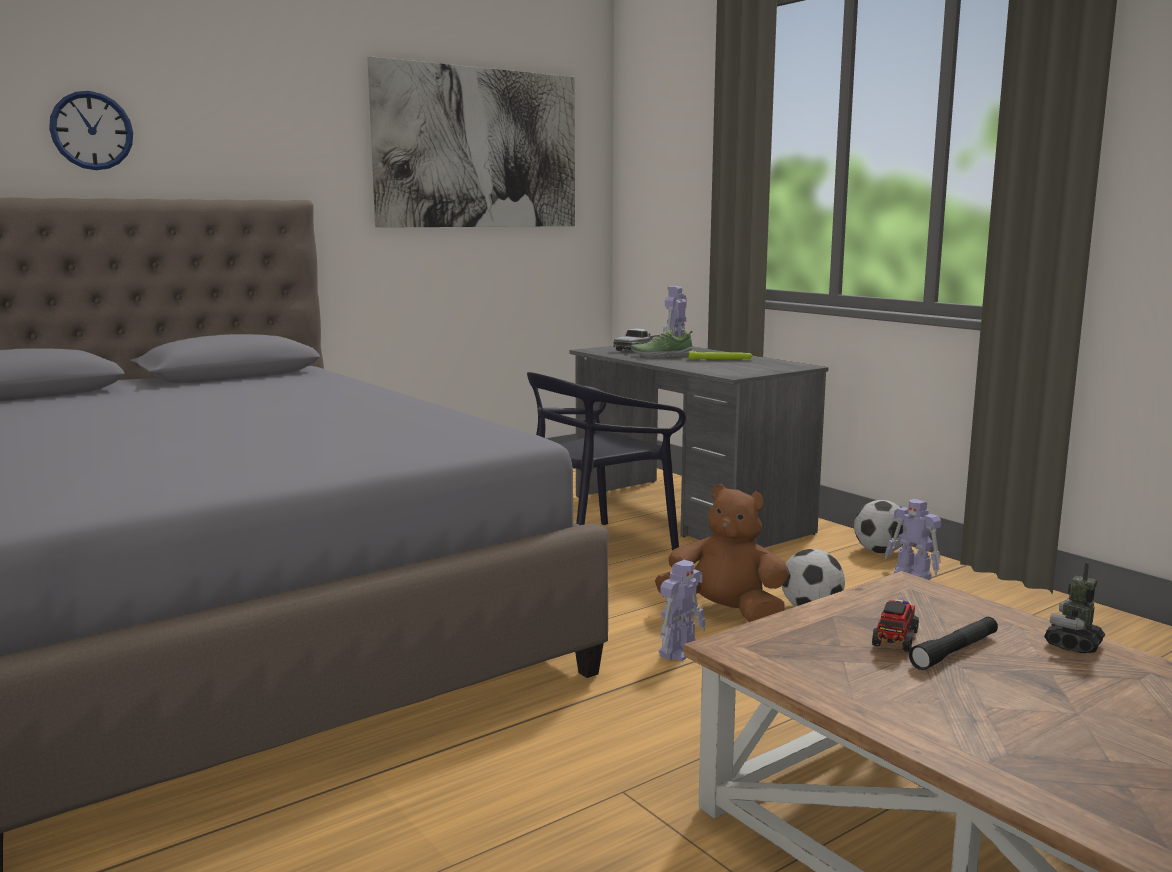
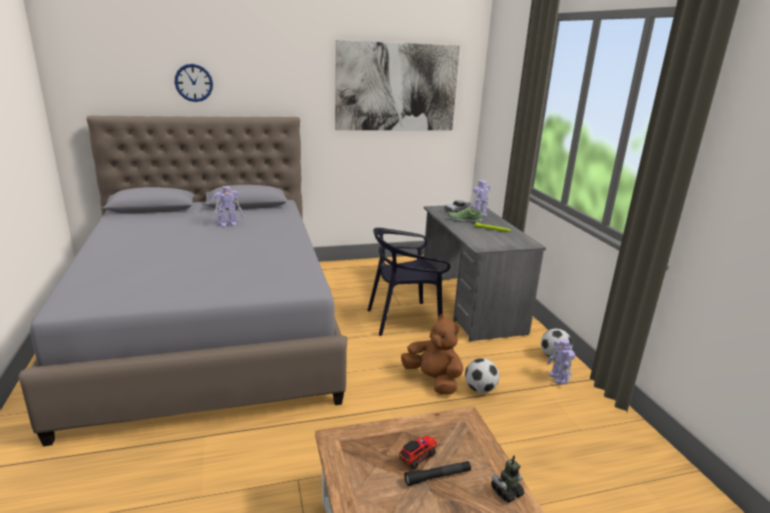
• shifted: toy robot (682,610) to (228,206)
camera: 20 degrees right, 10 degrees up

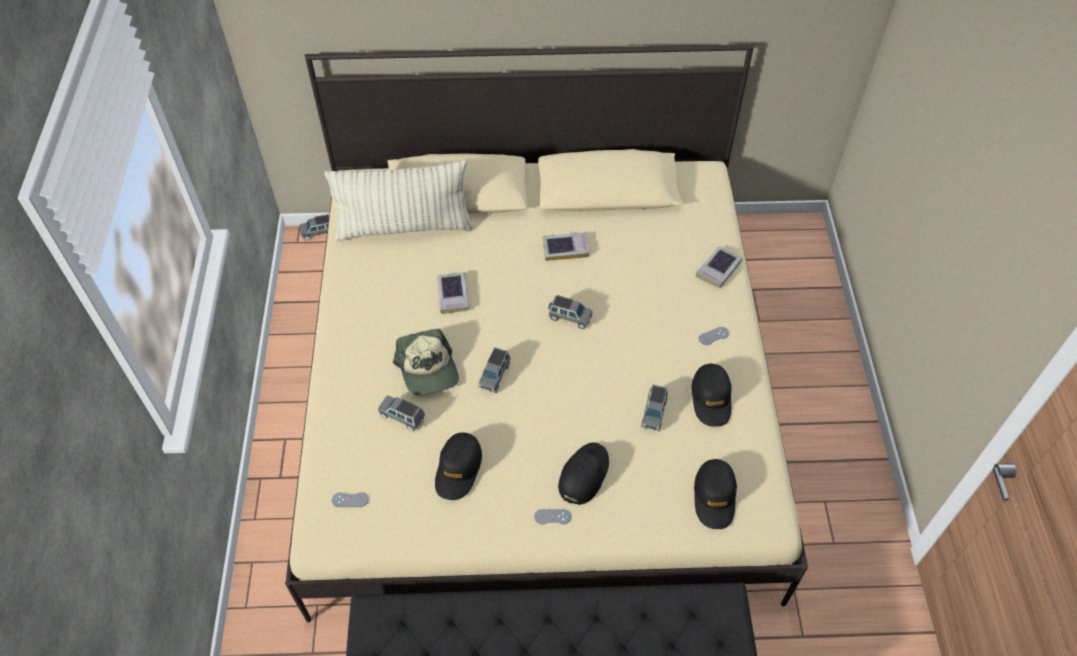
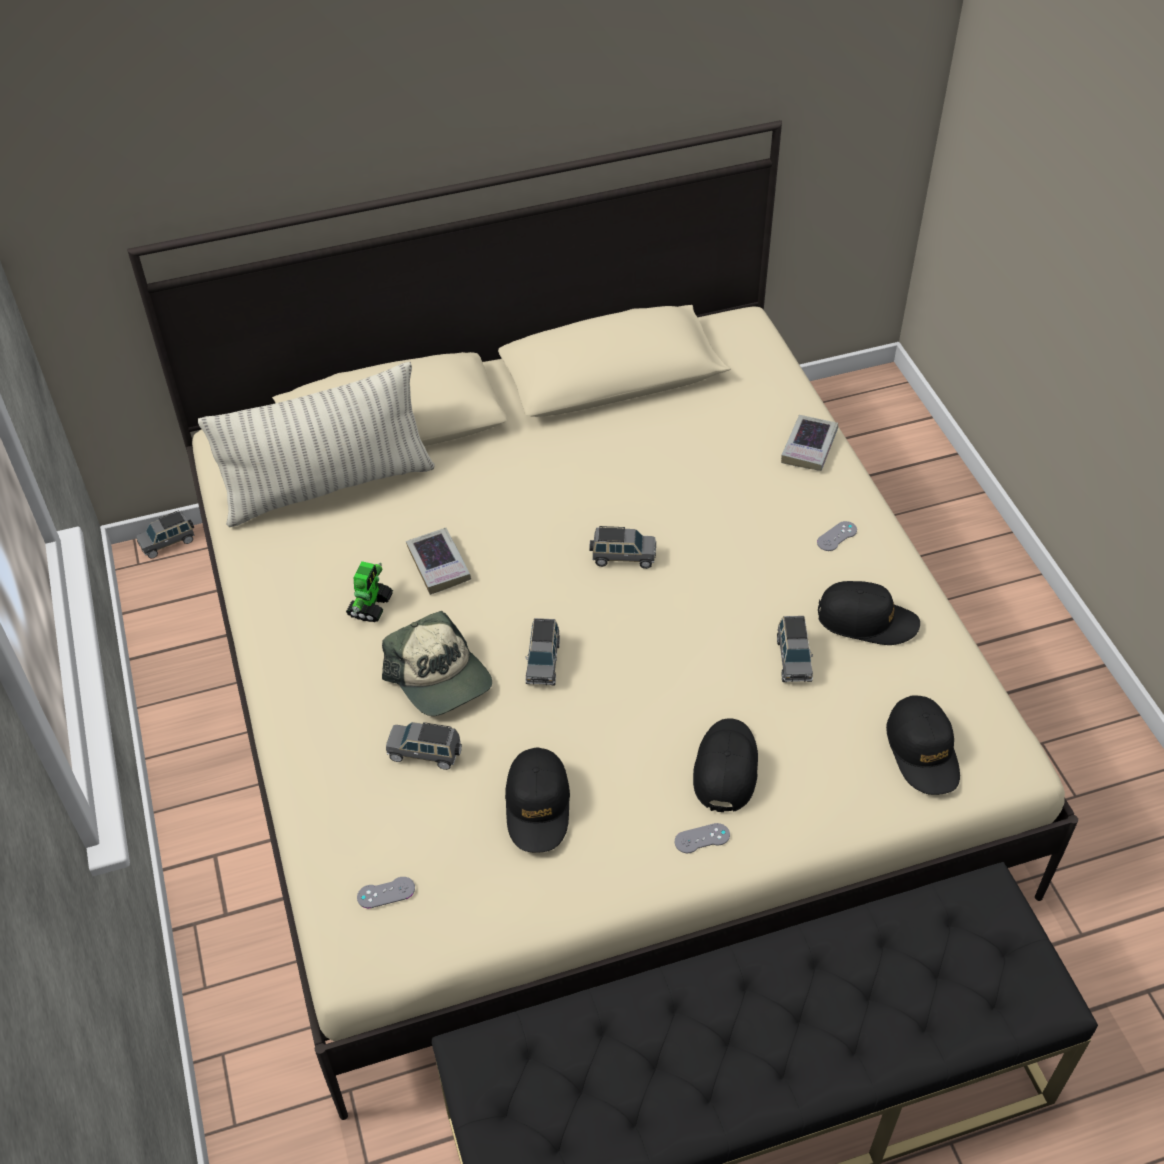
• new: toy robot (369,591)
• rotated: cap (black) (712,395) = (869,613) 60 degrees counterclockwise
• gone: book (566,246)
camera: 15 degrees left, 5 degrees down

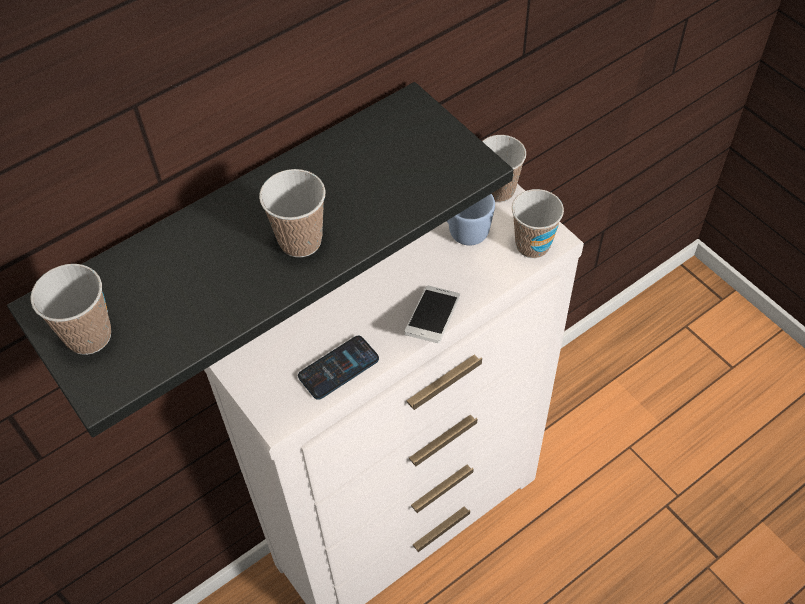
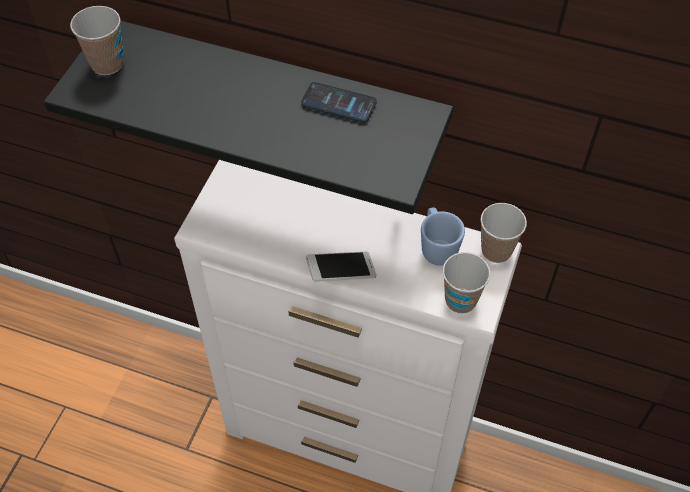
• shifted: phone (338,368) to (339,102)
• gone: cup (292,213)
camera: 55 degrees right, 0 degrees up

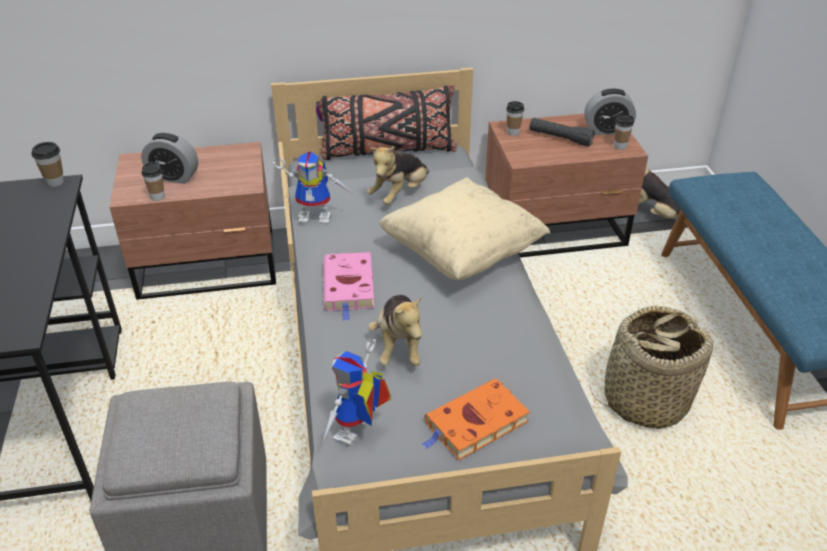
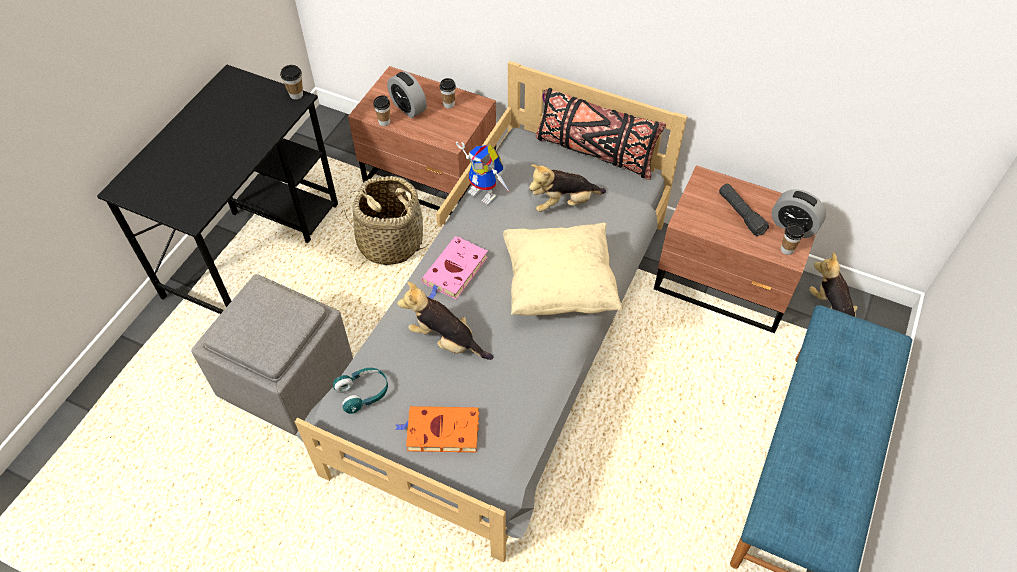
• swapped: toy robot (356,393) to headphones (turquoise) (360,391)
• shifted: basket (651,367) to (386,220)
• rotated: plush toy (395,330) = (445,321) 90 degrees clockwise
• shifted: cup (515,118) to (448,93)
camera: 35 degrees right, 15 degrees up

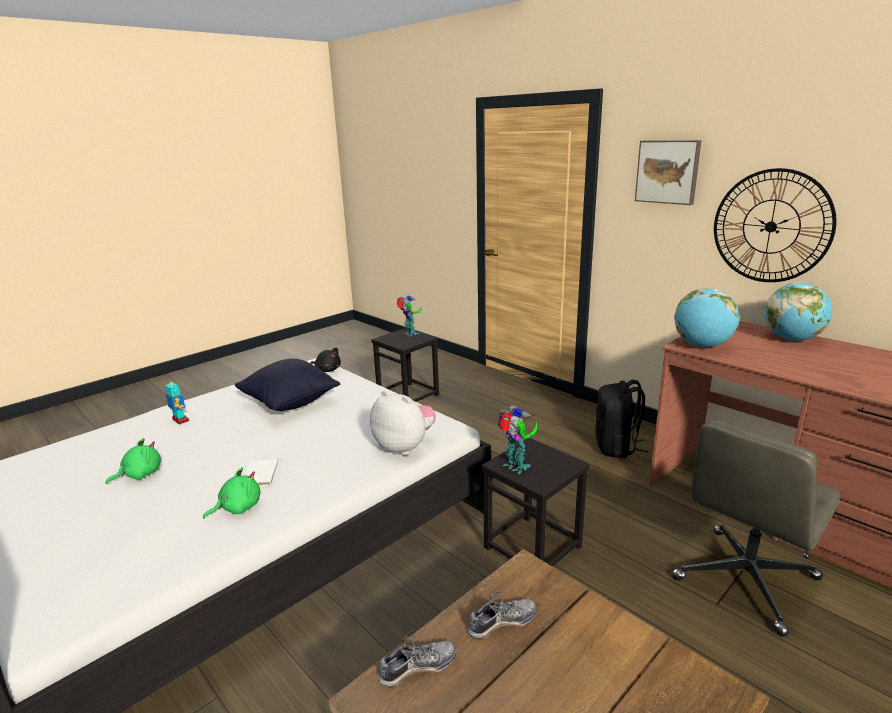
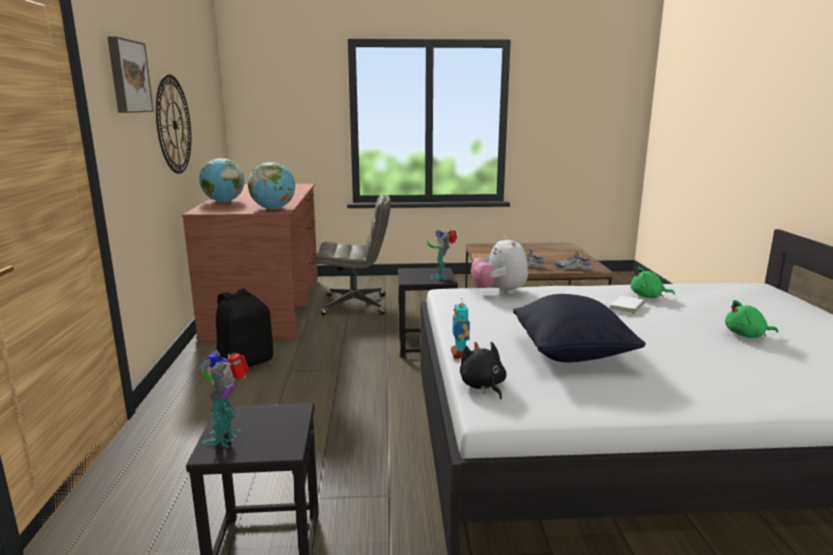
• shifted: toy robot (177,401) to (460,328)
camera: 140 degrees left, 5 degrees down

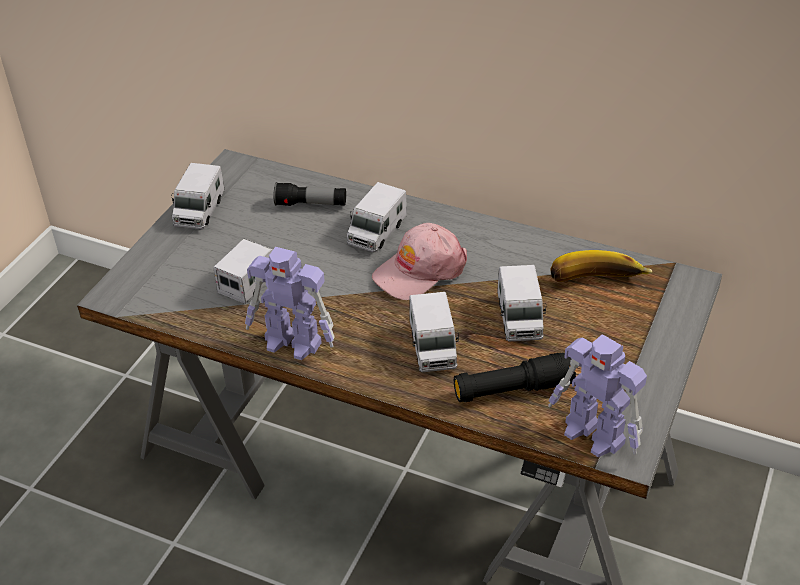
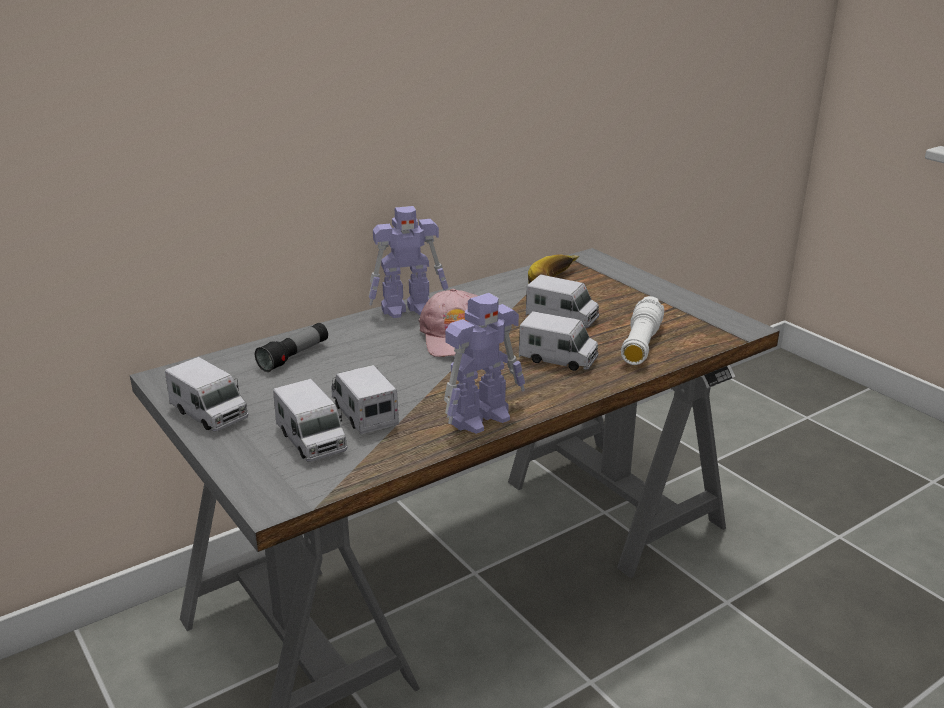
• shifted: toy truck (377,217) to (310,420)
• shifted: toy robot (597,395) to (408,262)
• repainted: flashlight (black) (515,377) to flashlight (white) (642,330)
camera: 60 degrees left, 15 degrees down

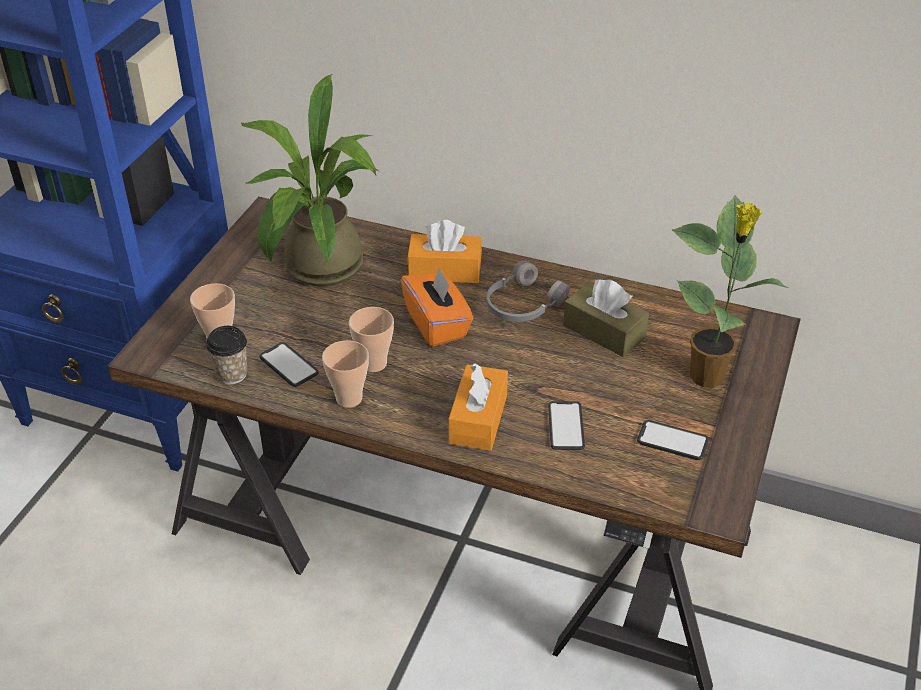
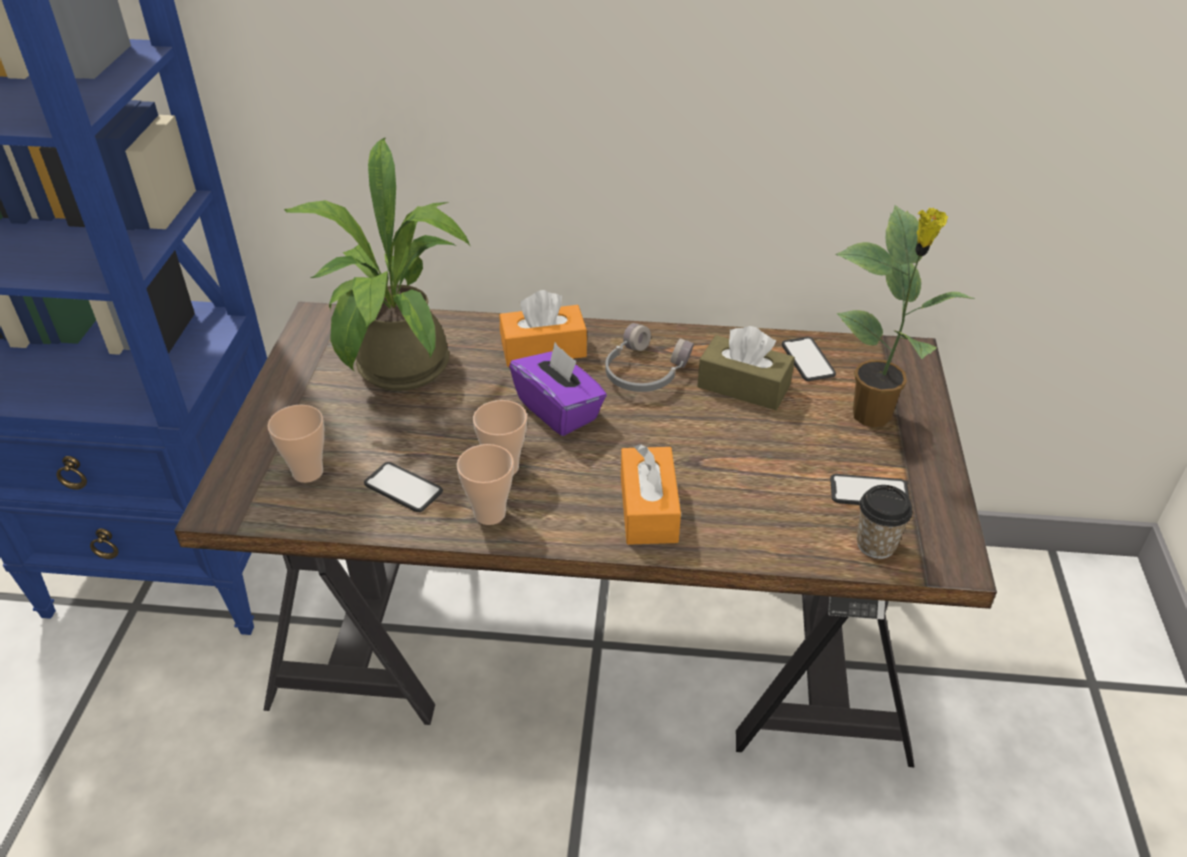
• repainted: tissue box (orange) (437,307) to tissue box (purple) (558,389)
• shifted: phone (566,425) to (809,359)
• shifted: cup (226,355) to (885,522)
camera: 15 degrees left, 0 degrees up

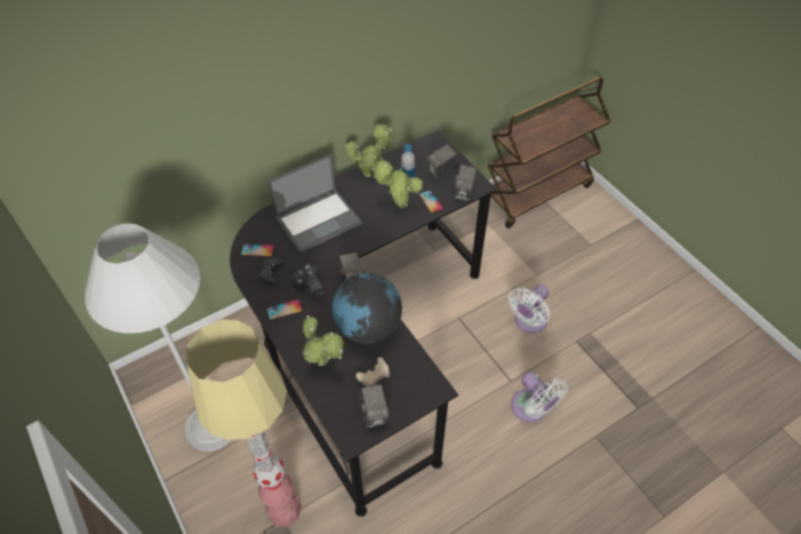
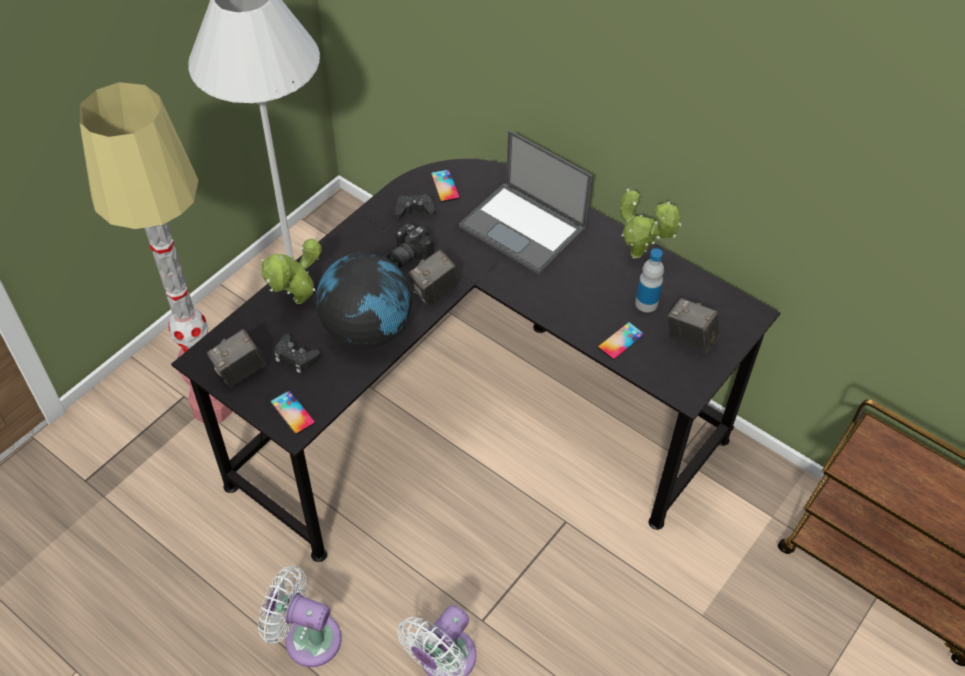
• shifted: fan (white) (529,308) to (300,616)
• shifted: phone (284,309) to (292,412)
• repainted: game controller (beige) (373,372) to game controller (black) (297,353)
• gone: potted plant (397,183)
• gone: photo camera (465,183)
camera: 70 degrees right, 0 degrees up

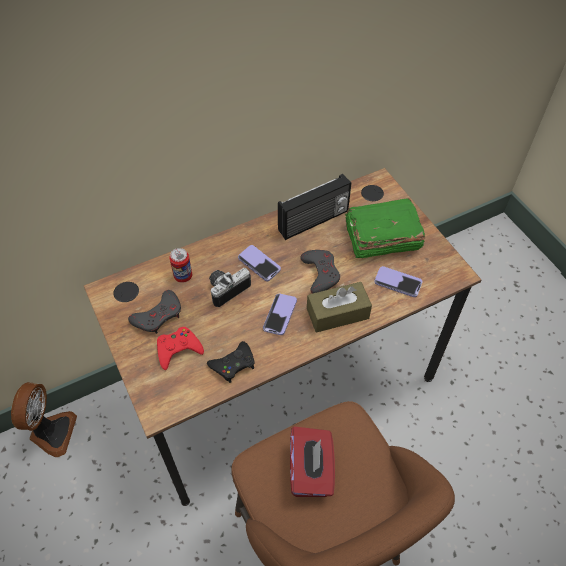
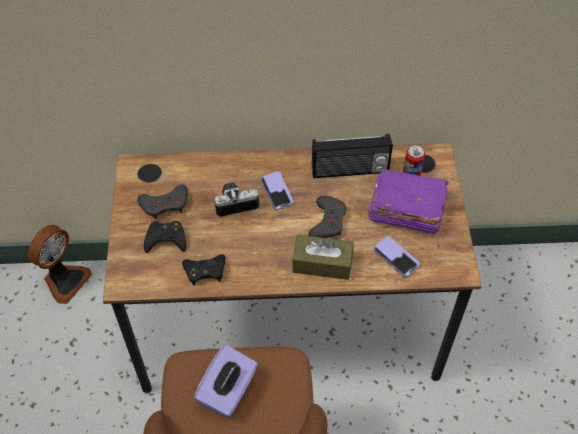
• repainted: game controller (red) (180,348) to game controller (black) (165,237)
• repainted: tissue box (red) (312,461) to tissue box (purple) (226,381)
• repainted: book (green) (385,228) to book (purple) (408,201)
• shifted: can (180,265) to (414,160)
• gone: phone (280,314)
camera: 25 degrees right, 0 degrees up

